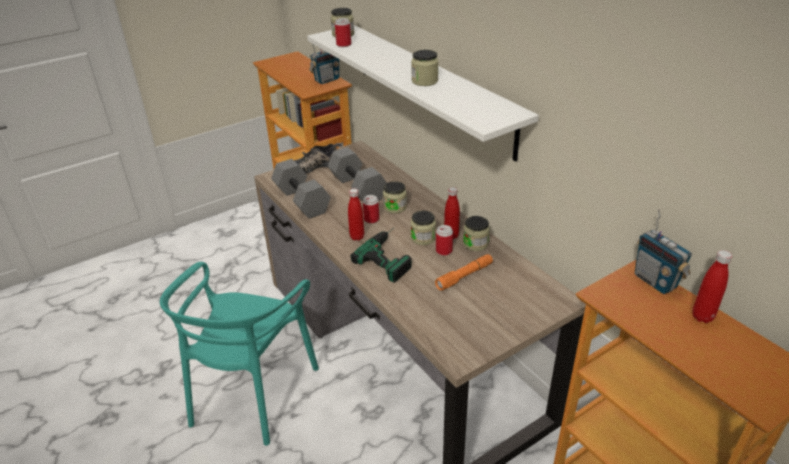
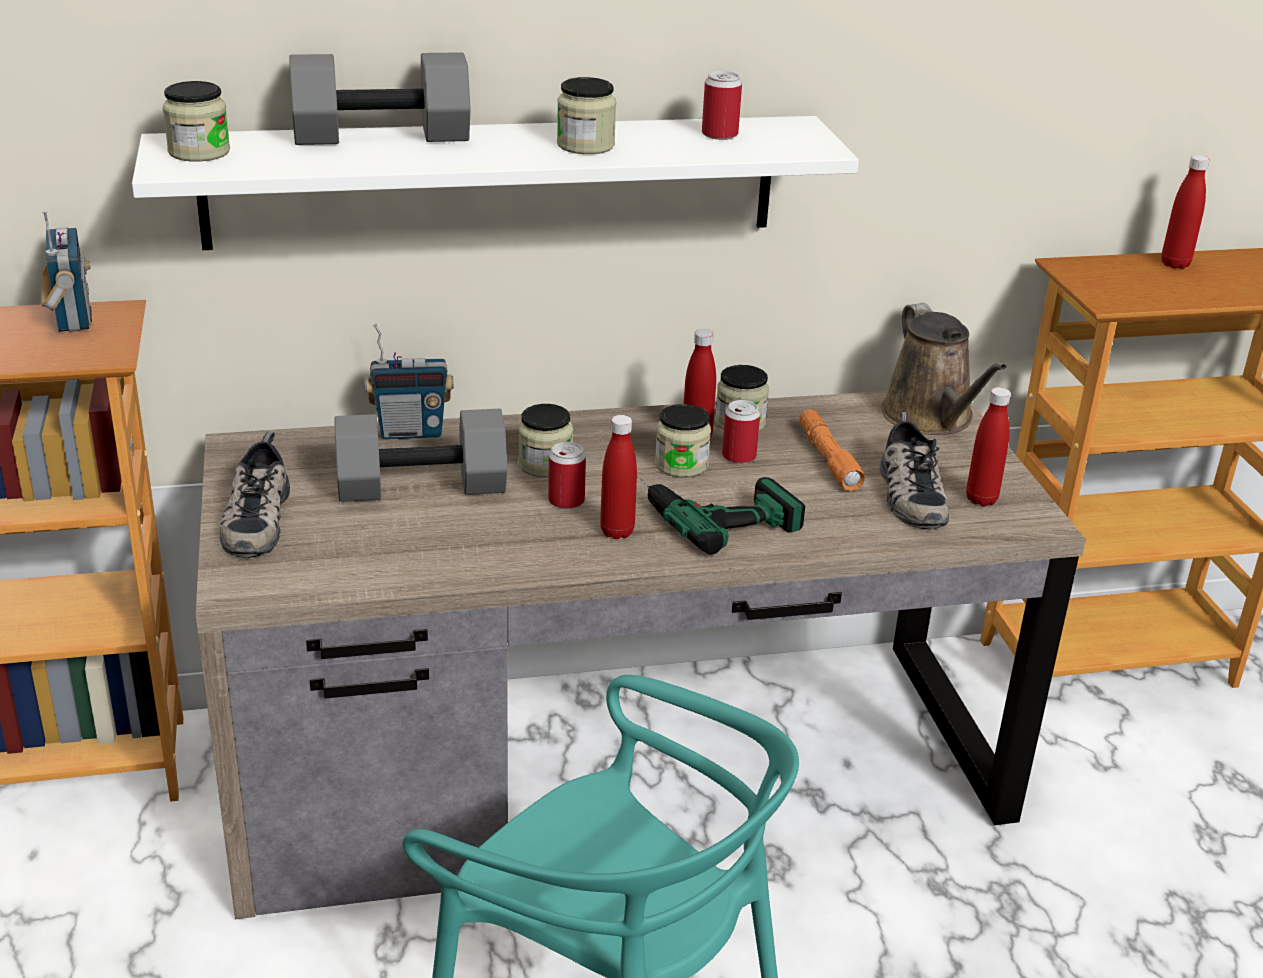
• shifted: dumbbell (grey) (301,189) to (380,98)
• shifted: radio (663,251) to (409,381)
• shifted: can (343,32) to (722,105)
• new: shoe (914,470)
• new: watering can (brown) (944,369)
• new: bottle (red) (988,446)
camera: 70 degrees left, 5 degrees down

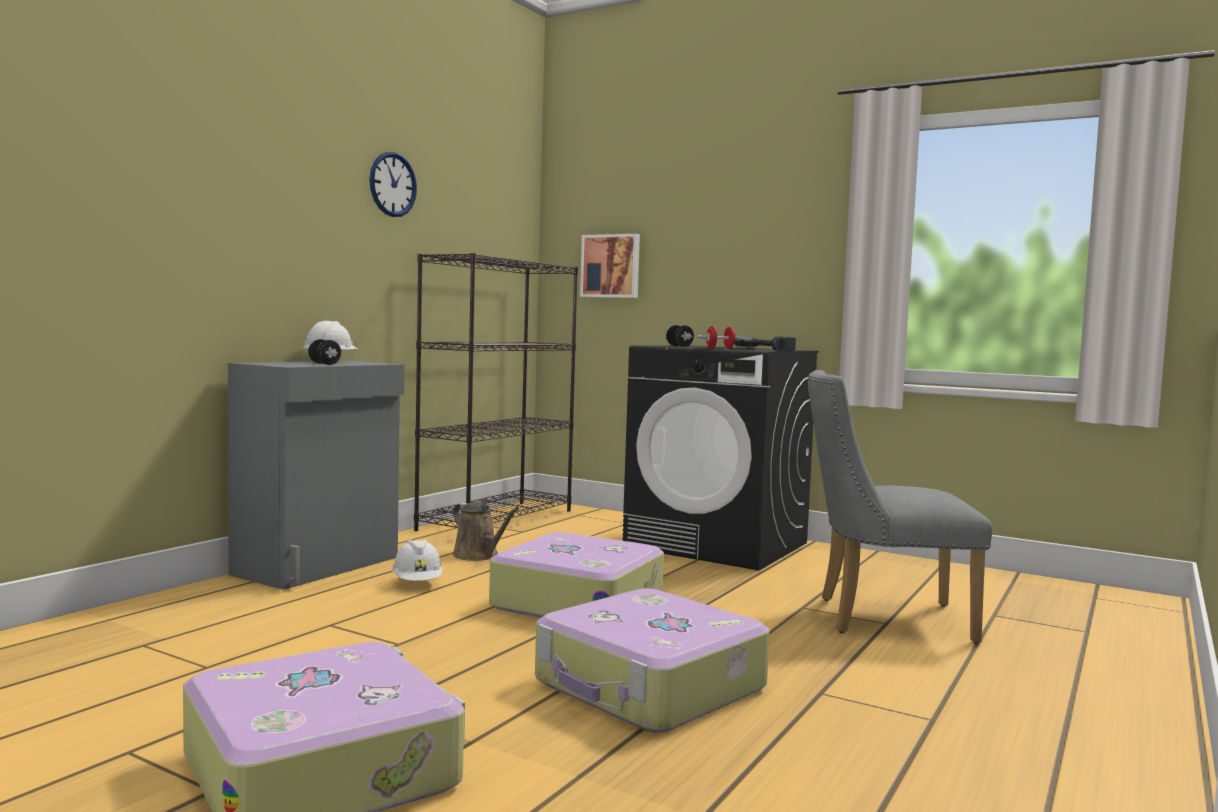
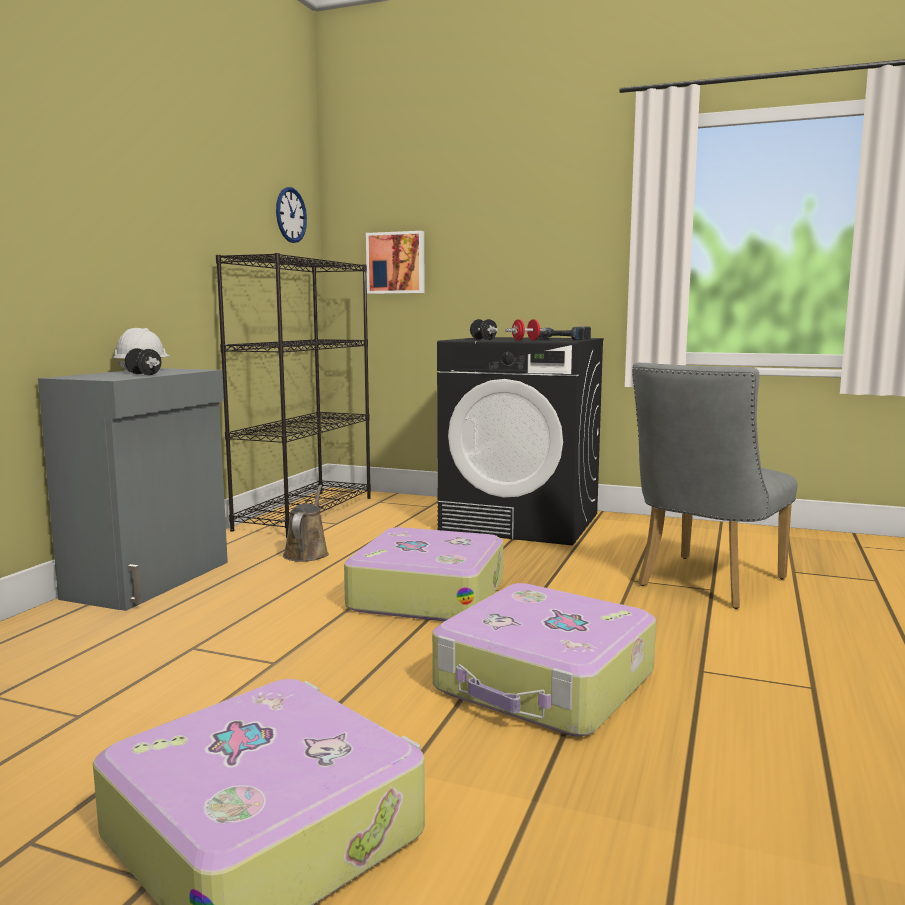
• shifted: wall clock (393,184) to (291,215)
• rotated: watering can (brown) (486,531) = (306,523) 120 degrees counterclockwise
• rotated: chair (grey) (900,507) = (714,486) 45 degrees counterclockwise
• gone: hard hat (white) (417,560)
camera: 10 degrees left, 5 degrees up

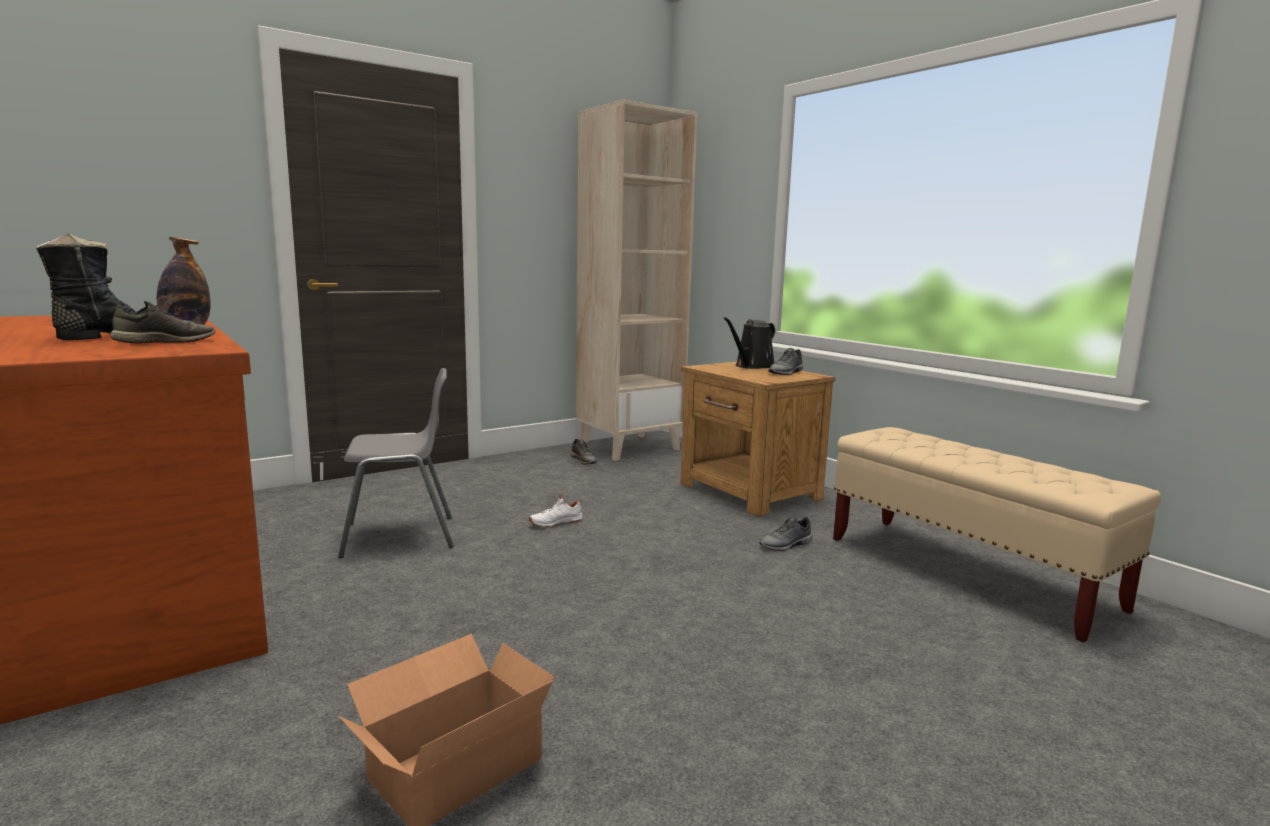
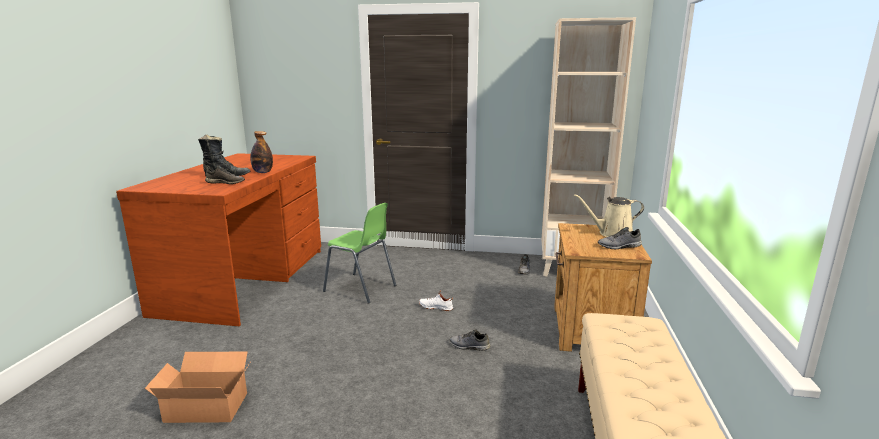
• repainted: chair (grey) (396,463) to chair (green) (359,253)
• shifted: shoe (grey) (785,533) to (469,340)
• repainted: watering can (black) (749,343) to watering can (beige) (609,215)
camera: 45 degrees right, 5 degrees up

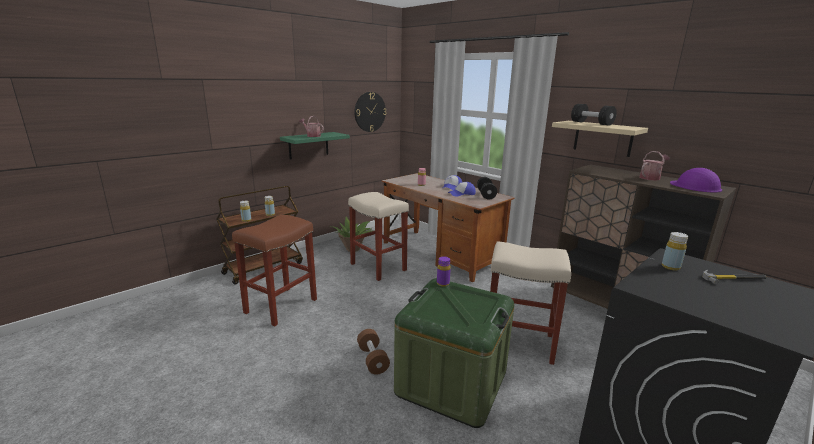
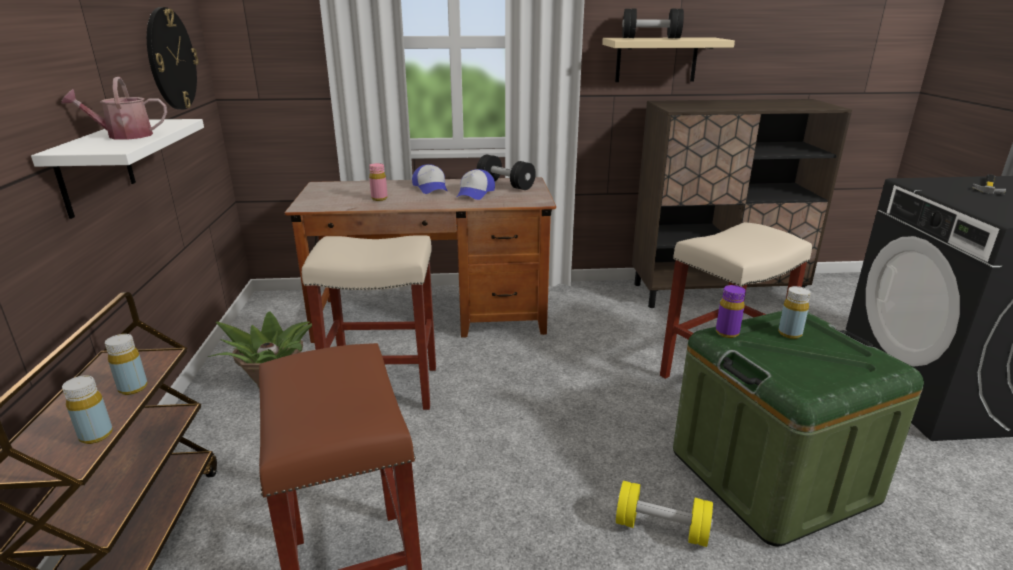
• repainted: shelf (green) (315,146) to shelf (white) (117,169)
• repainted: dumbbell (brown) (373,352) to dumbbell (yellow) (664,514)
• shifted: bottle (yellow) (675,251) to (794,312)
• gone: watering can (654,166)
• gone: hard hat (purple) (696,180)
camera: 50 degrees left, 5 degrees up

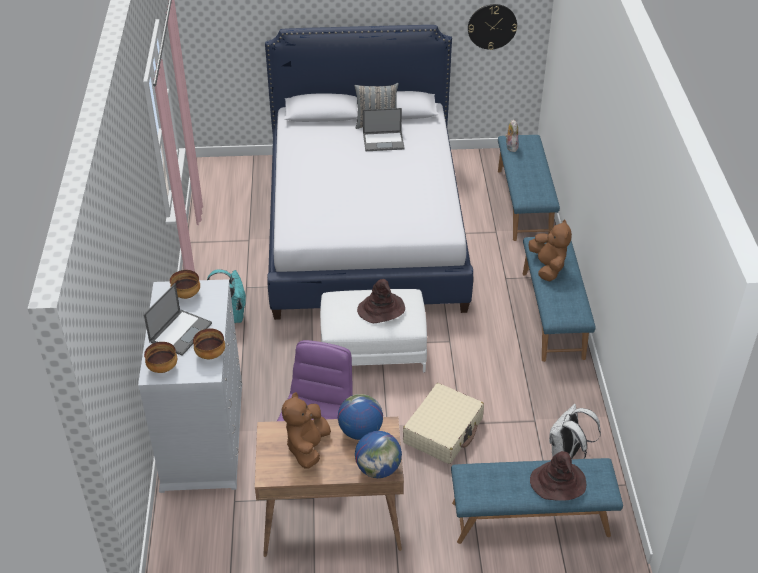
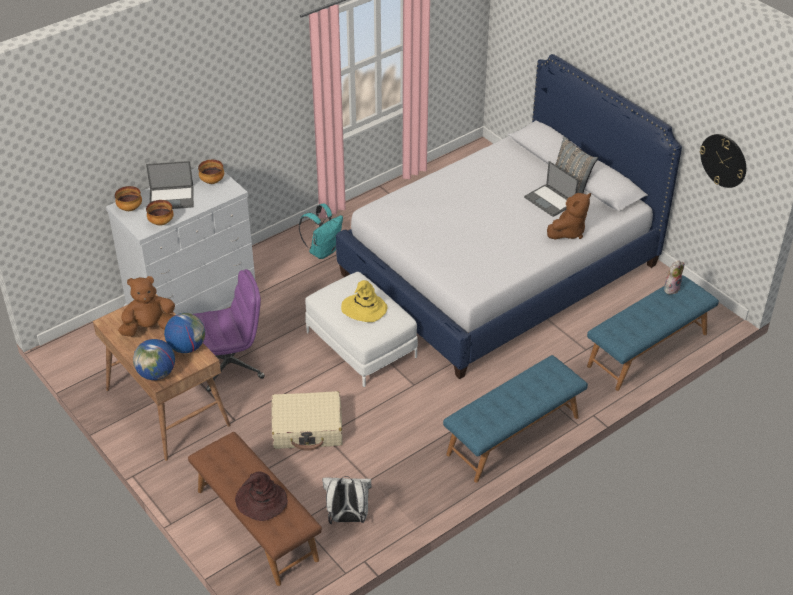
• repainted: bench (blue) (537,501) to bench (brown) (255,509)
• repainted: hat (brown) (381,301) to hat (yellow) (364,301)
• shifted: plush toy (brown) (550,250) to (569,216)
camera: 55 degrees right, 0 degrees up

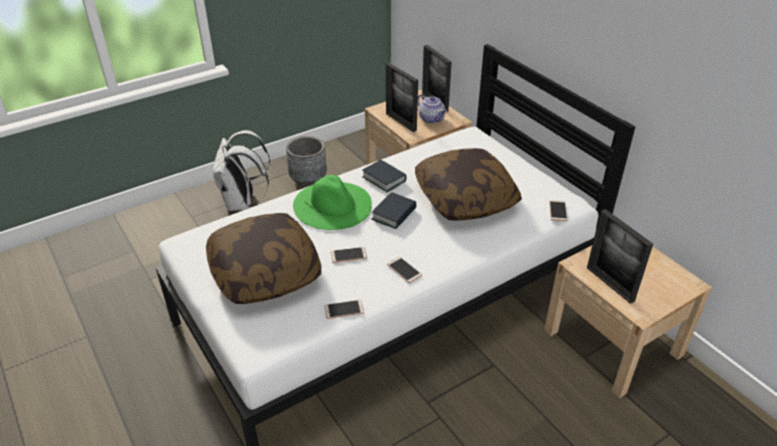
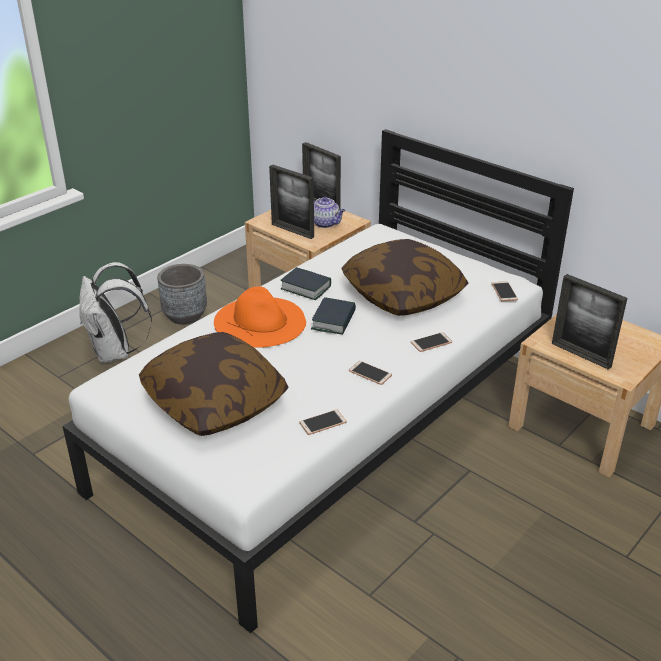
• repainted: hat (green) (332,202) to hat (orange) (260,317)
• shifted: phone (349,255) to (431,342)
camera: 15 degrees left, 5 degrees down

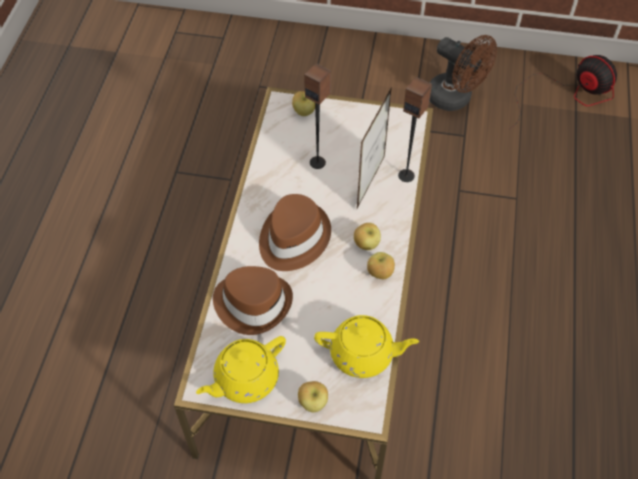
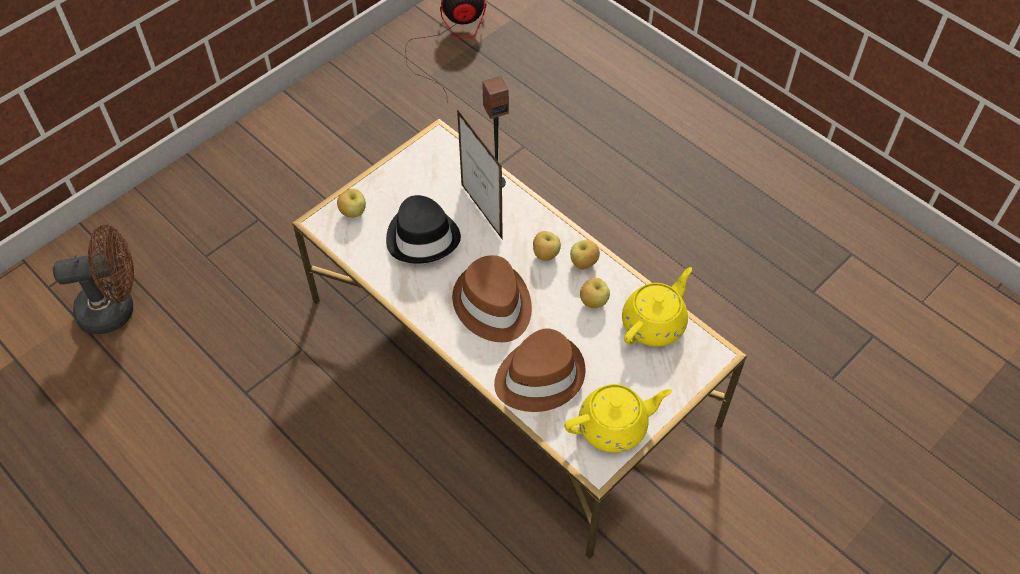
• shifted: fan (brown) (463,73) to (93,279)
• swapped: speaker (317,116) to hat (black) (423,229)
• rotated: teapot (yellow) (241,369) = (618,418) 105 degrees counterclockwise
• shifted: apple (313,396) to (595,293)
camera: 55 degrees left, 0 degrees up

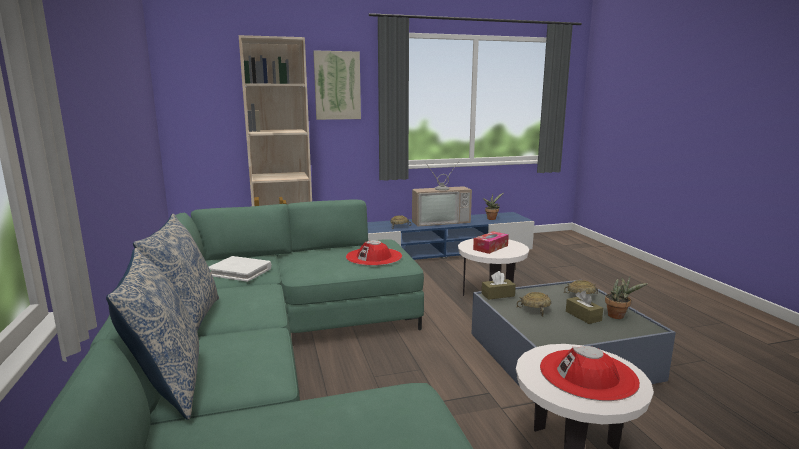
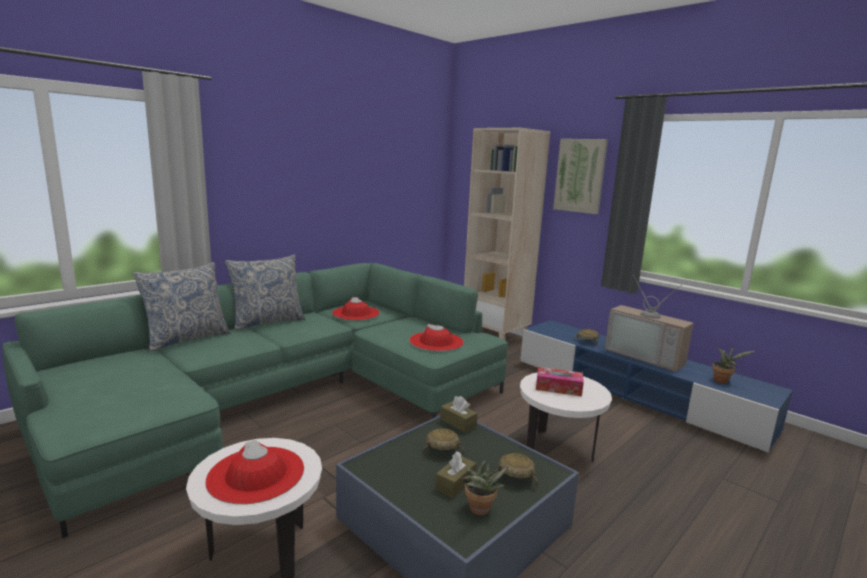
• swapped: book (white) (240,269) to hat (red) (356,308)
camera: 60 degrees right, 0 degrees up

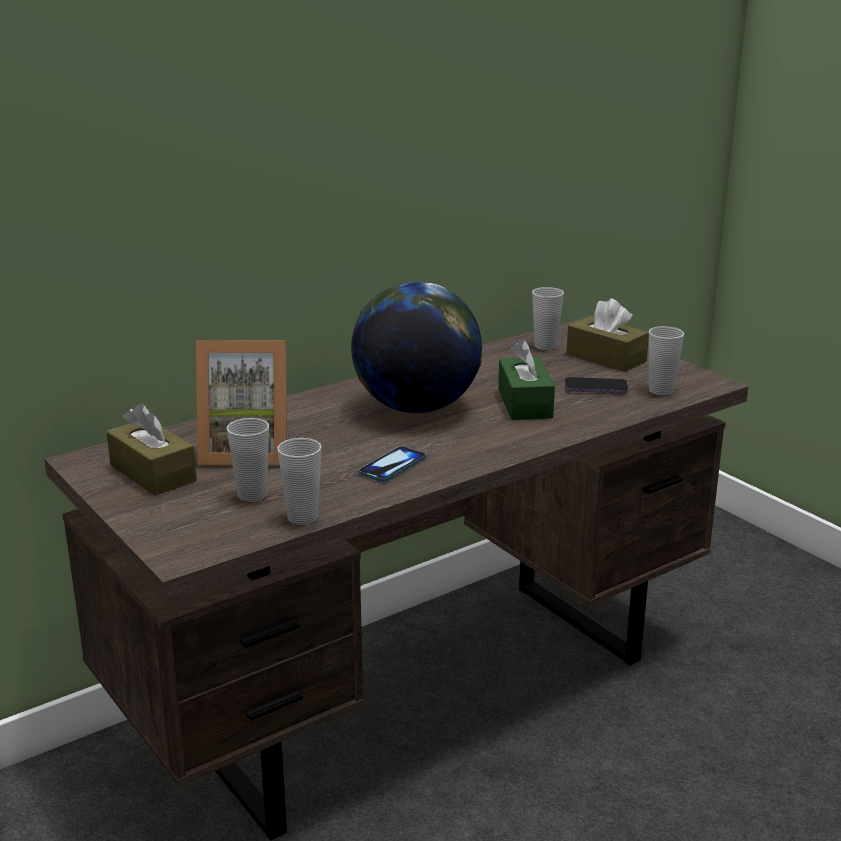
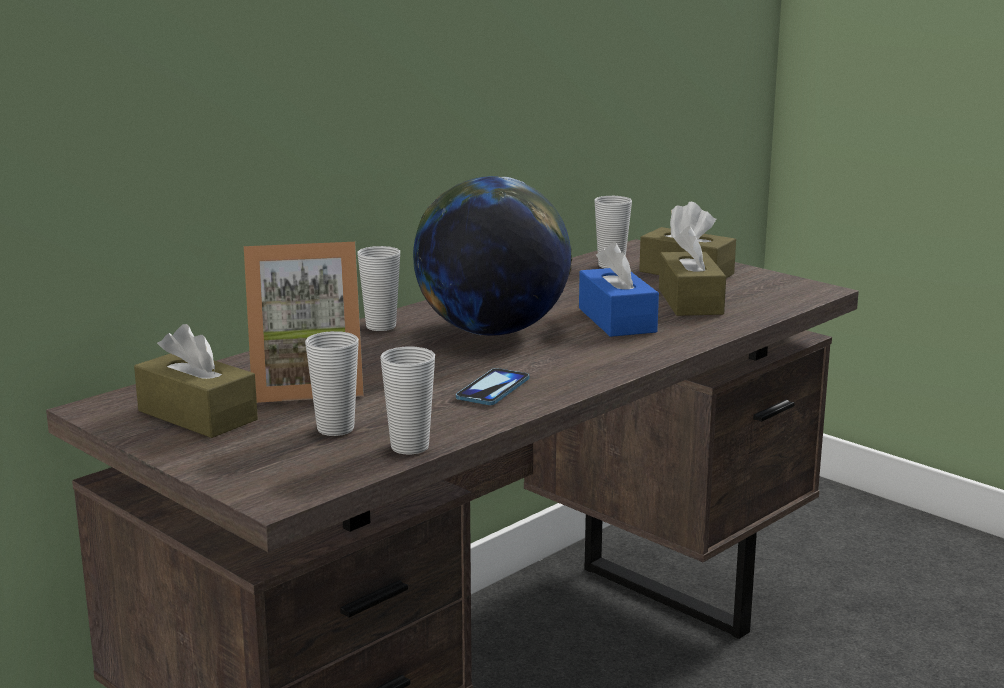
• shifted: cup (666,360) to (378,288)
• repainted: tissue box (green) (526,380) to tissue box (blue) (619,289)
• swapped: phone (596,385) to tissue box (brown) (692,271)
camera: 10 degrees left, 5 degrees down

